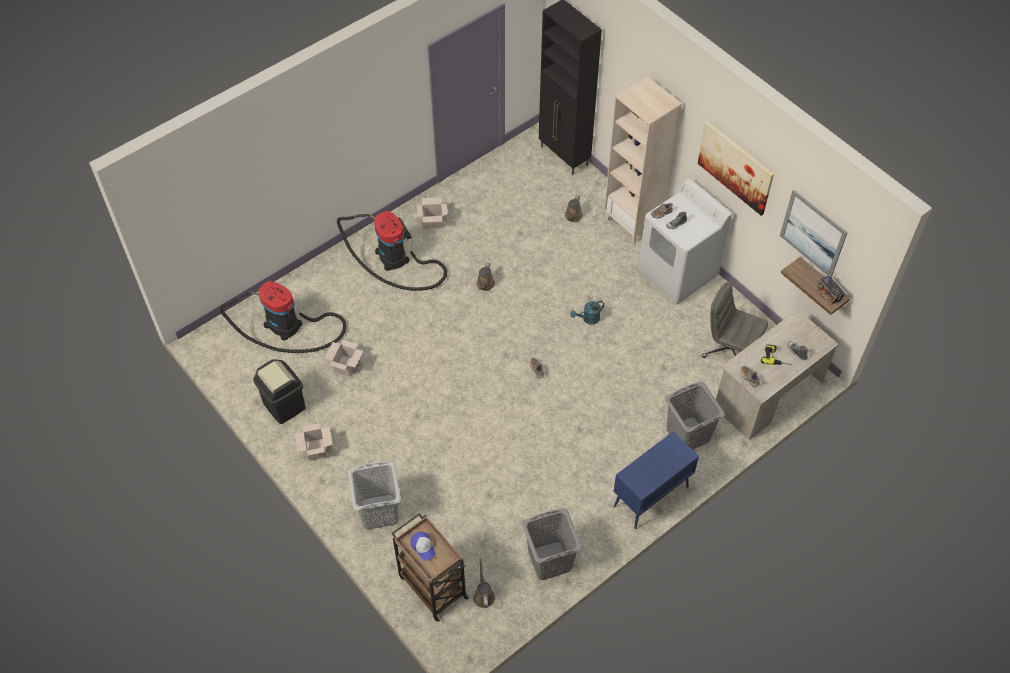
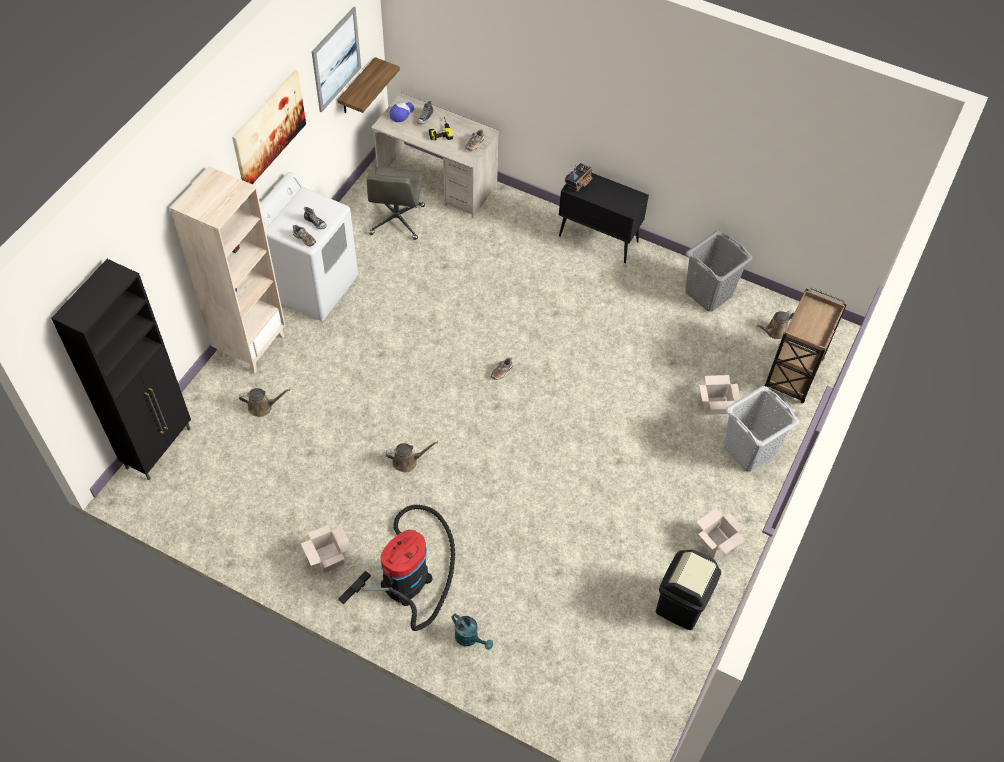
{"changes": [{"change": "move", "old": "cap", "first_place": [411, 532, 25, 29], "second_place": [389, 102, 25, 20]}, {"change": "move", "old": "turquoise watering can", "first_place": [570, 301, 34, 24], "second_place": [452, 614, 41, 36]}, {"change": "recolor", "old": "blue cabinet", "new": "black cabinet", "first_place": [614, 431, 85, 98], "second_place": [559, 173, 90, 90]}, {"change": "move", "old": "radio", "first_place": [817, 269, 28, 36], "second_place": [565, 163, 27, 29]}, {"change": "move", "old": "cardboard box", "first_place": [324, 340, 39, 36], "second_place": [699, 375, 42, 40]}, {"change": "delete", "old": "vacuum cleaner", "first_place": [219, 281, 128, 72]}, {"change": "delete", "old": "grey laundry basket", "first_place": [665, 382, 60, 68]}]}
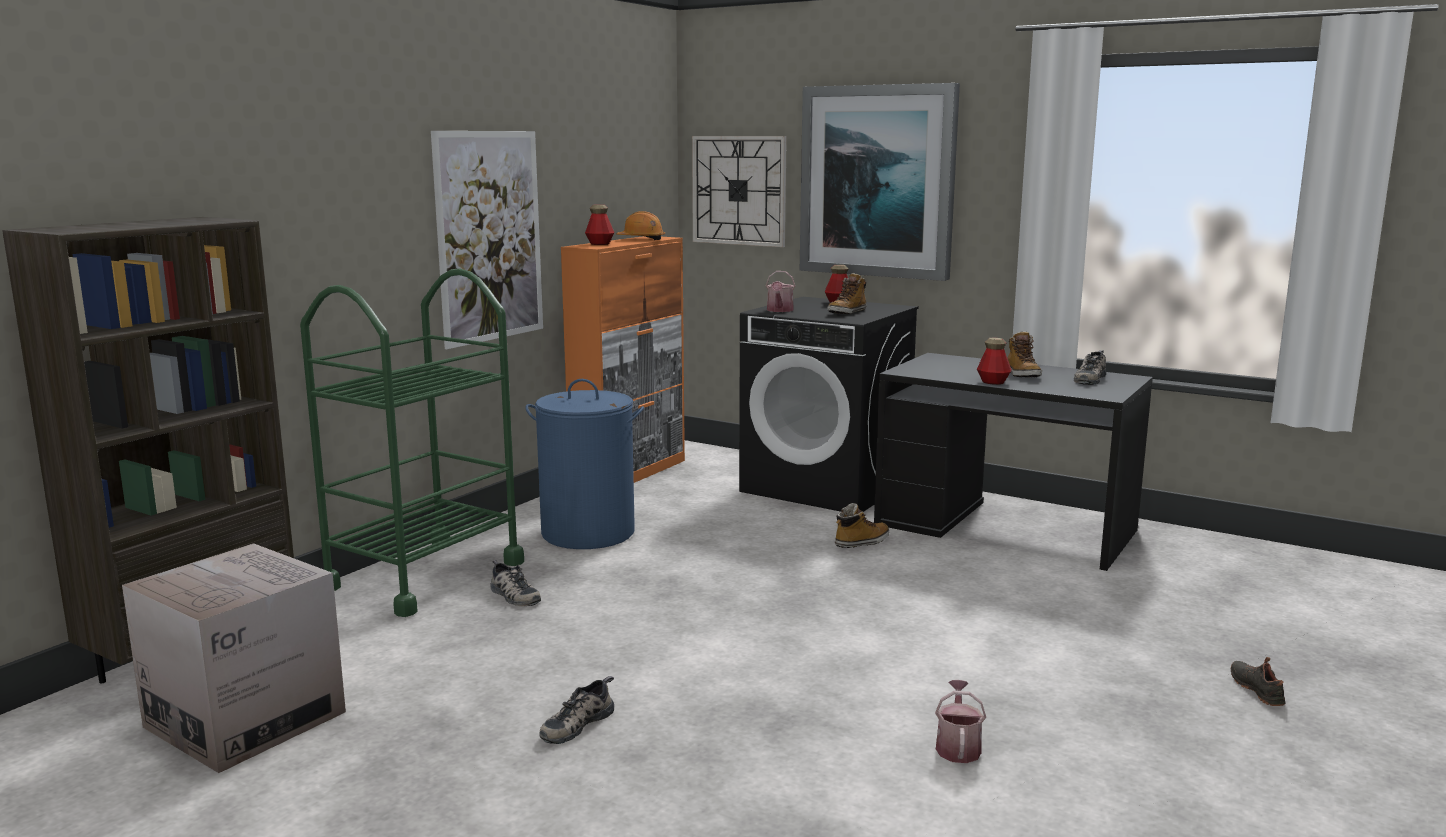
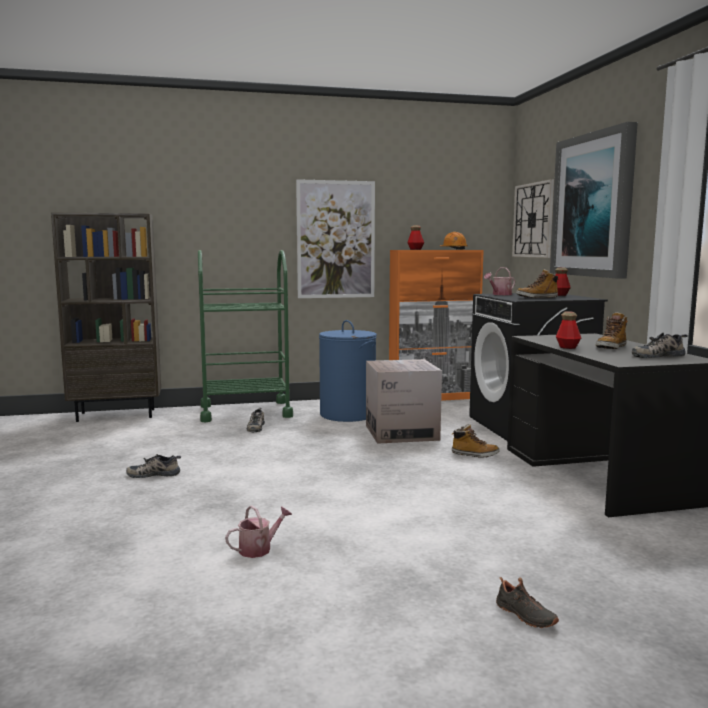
{"changes": [{"change": "move", "old": "cardboard box", "first_place": [122, 543, 224, 230], "second_place": [366, 359, 76, 85]}, {"change": "rotate", "old": "black shoe", "first_place": [1231, 657, 55, 49], "second_place": [496, 577, 63, 51], "degrees": 105}]}
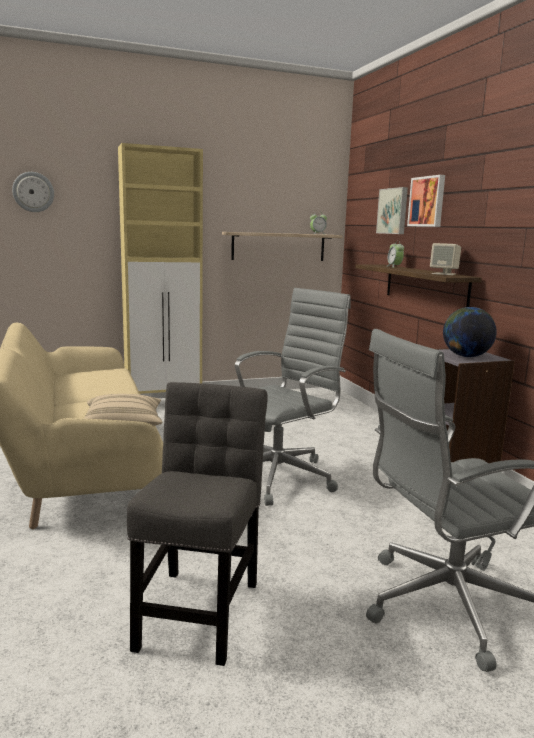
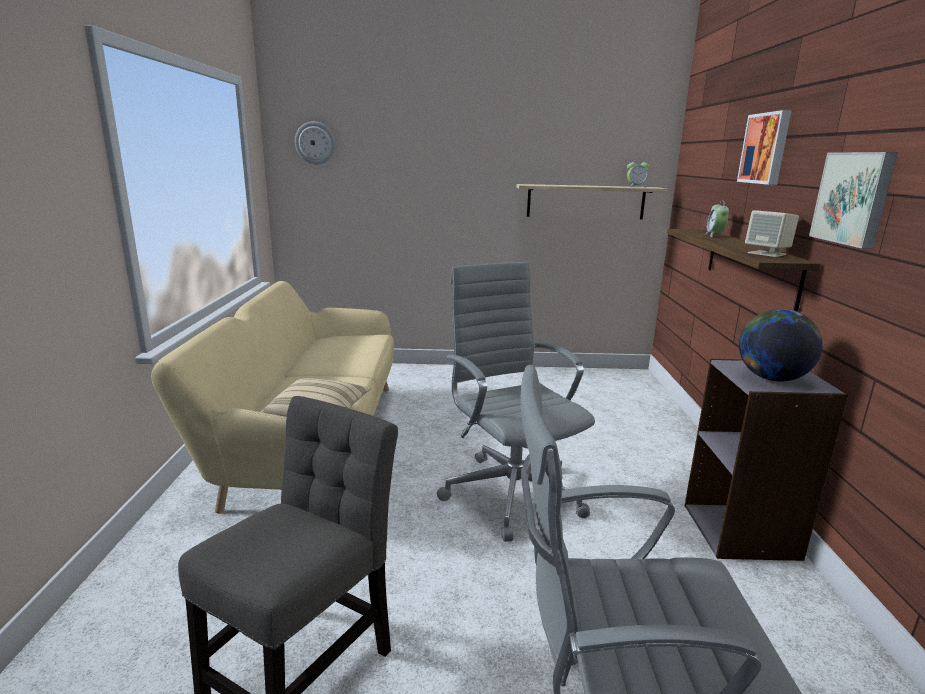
{"changes": [{"change": "rotate", "old": "grey office chair", "first_place": [235, 288, 116, 218], "second_place": [437, 262, 158, 280], "degrees": -90}, {"change": "move", "old": "picture", "first_place": [376, 187, 32, 47], "second_place": [809, 152, 89, 97]}, {"change": "delete", "old": "beige cabinet", "first_place": [118, 143, 85, 251]}]}
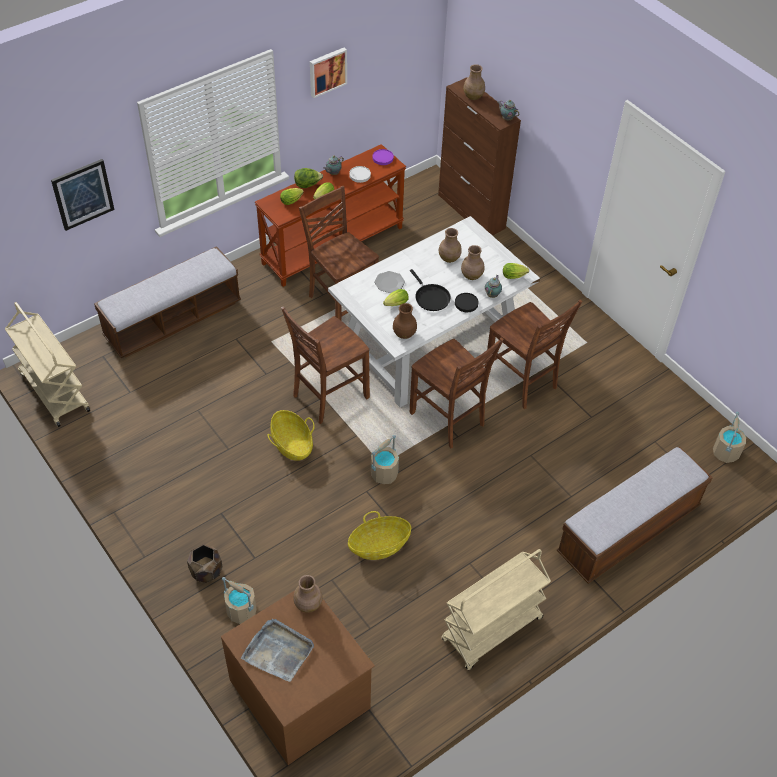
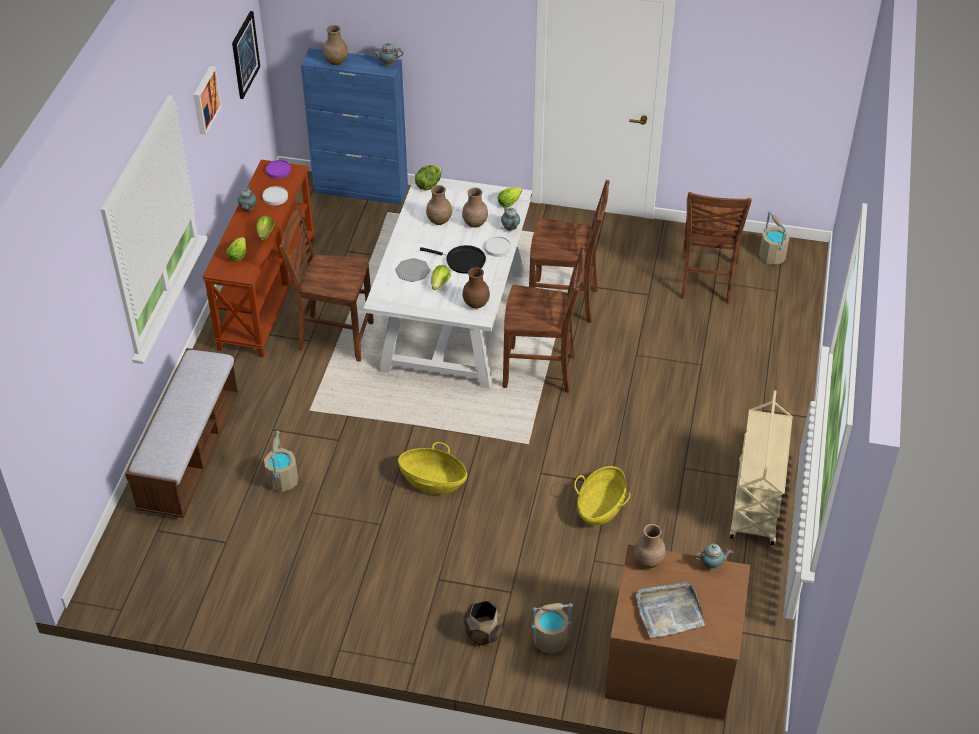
{"changes": [{"change": "move", "old": "picture", "first_place": [51, 159, 63, 72], "second_place": [232, 11, 28, 88]}, {"change": "move", "old": "beige bucket", "first_place": [371, 435, 28, 49], "second_place": [264, 431, 34, 61]}, {"change": "recolor", "old": "brown cabinet", "new": "blue cabinet", "first_place": [438, 77, 83, 159], "second_place": [301, 48, 107, 157]}, {"change": "move", "old": "lettuce", "first_place": [294, 168, 29, 20], "second_place": [415, 165, 26, 25]}, {"change": "recolor", "old": "black plate", "new": "white plate", "first_place": [455, 293, 24, 19], "second_place": [485, 236, 26, 21]}, {"change": "move", "old": "brown chair", "first_place": [281, 306, 89, 118], "second_place": [681, 192, 71, 112]}, {"change": "insert", "new": "teapot", "second_place": [694, 544, 39, 26]}, {"change": "delete", "old": "beige cart", "first_place": [5, 302, 85, 125]}, {"change": "delete", "old": "bench", "first_place": [557, 447, 156, 137]}]}
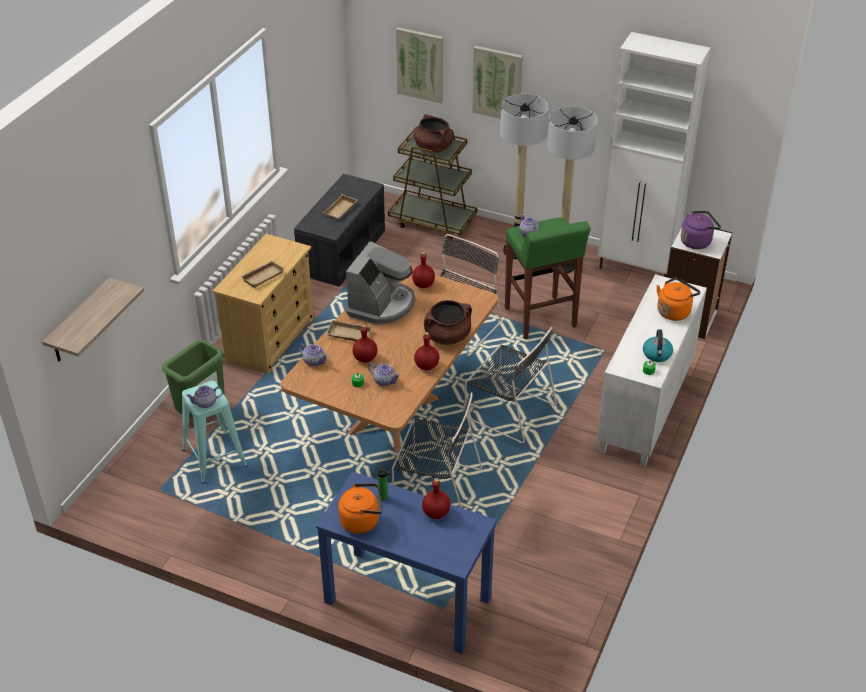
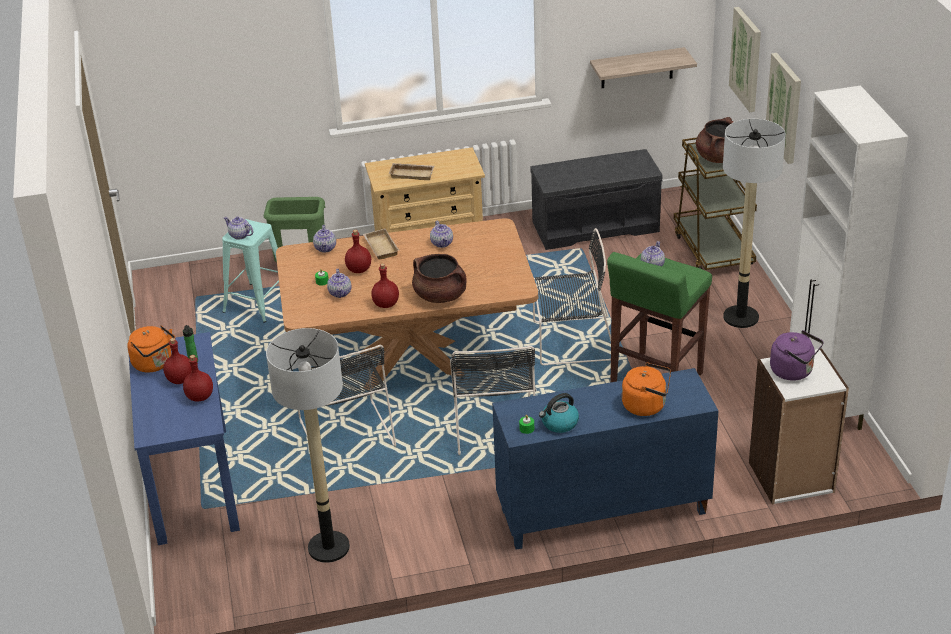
{"changes": [{"change": "move", "old": "red bottle", "first_place": [412, 252, 23, 36], "second_place": [163, 338, 29, 46]}, {"change": "move", "old": "floor lamp", "first_place": [547, 107, 51, 167], "second_place": [266, 328, 84, 235]}, {"change": "replace", "old": "coffee machine", "new": "teapot", "first_place": [345, 241, 70, 83], "second_place": [430, 220, 23, 28]}, {"change": "recolor", "old": "white cabinet", "new": "blue cabinet", "first_place": [597, 274, 110, 192], "second_place": [492, 368, 227, 182]}, {"change": "move", "old": "shelf", "first_place": [42, 277, 102, 84], "second_place": [590, 47, 107, 41]}, {"change": "delete", "old": "beige tray", "first_place": [323, 194, 34, 26]}]}
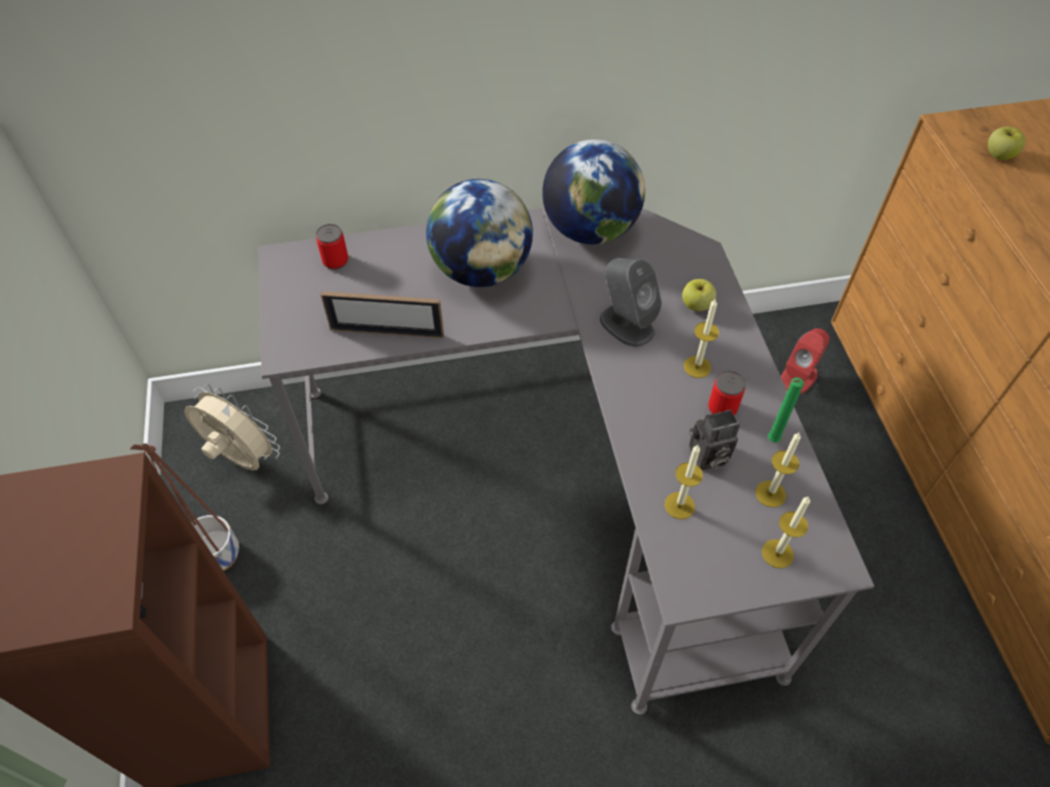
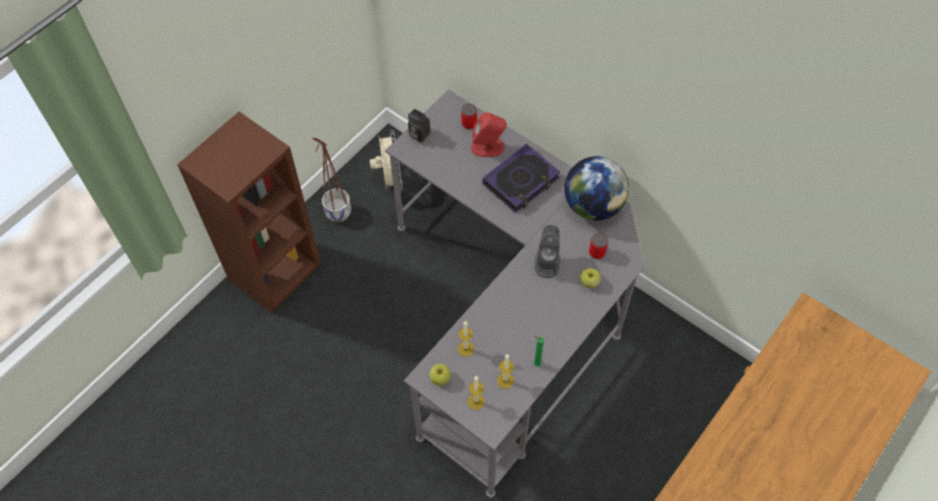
{"changes": [{"change": "move", "old": "photo camera", "first_place": [689, 410, 51, 60], "second_place": [408, 108, 22, 35]}, {"change": "move", "old": "apple", "first_place": [988, 126, 37, 34], "second_place": [429, 364, 22, 22]}, {"change": "move", "old": "red speaker", "first_place": [781, 328, 48, 66], "second_place": [471, 112, 36, 45]}, {"change": "replace", "old": "globe", "new": "book", "first_place": [426, 179, 107, 108], "second_place": [482, 144, 78, 69]}, {"change": "move", "old": "can", "first_place": [708, 371, 38, 44], "second_place": [589, 233, 19, 26]}, {"change": "delete", "old": "picture frame", "first_place": [321, 291, 123, 47]}, {"change": "delete", "old": "candle", "first_place": [684, 298, 35, 80]}]}
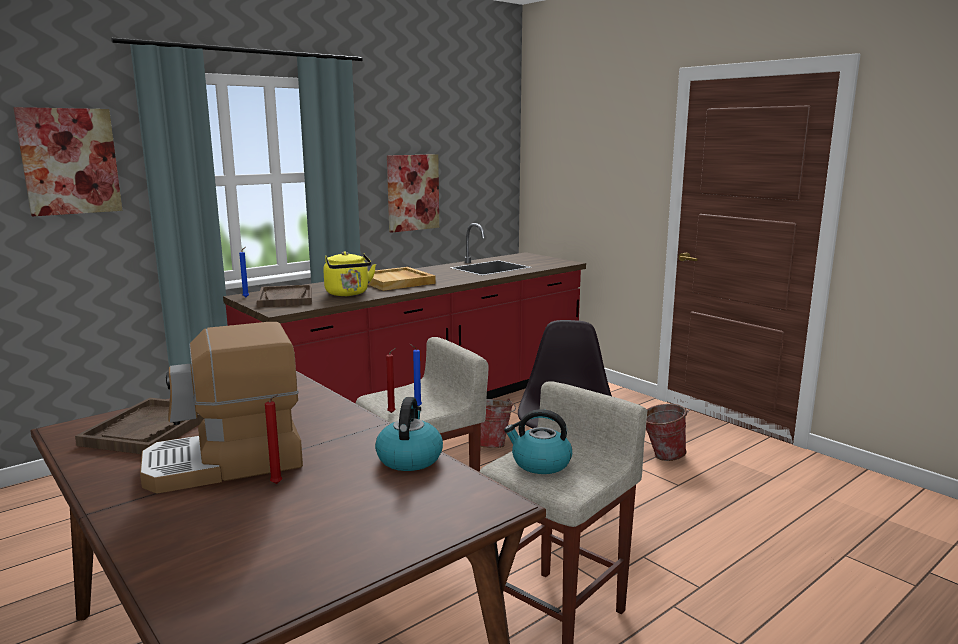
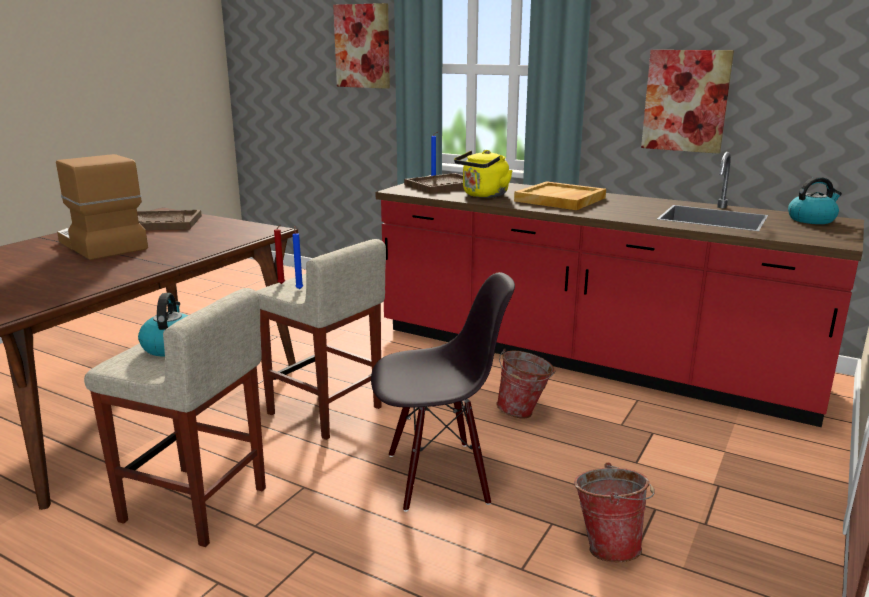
{"changes": [{"change": "move", "old": "kettle", "first_place": [375, 397, 68, 74], "second_place": [788, 177, 54, 47]}, {"change": "delete", "old": "red candle", "first_place": [265, 395, 17, 89]}]}
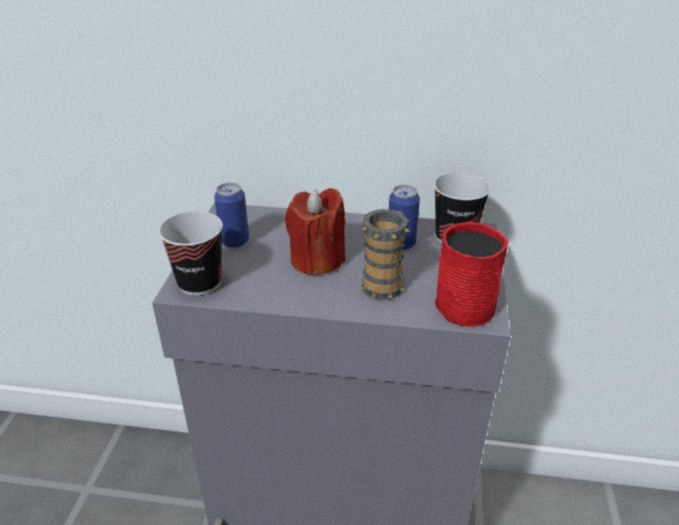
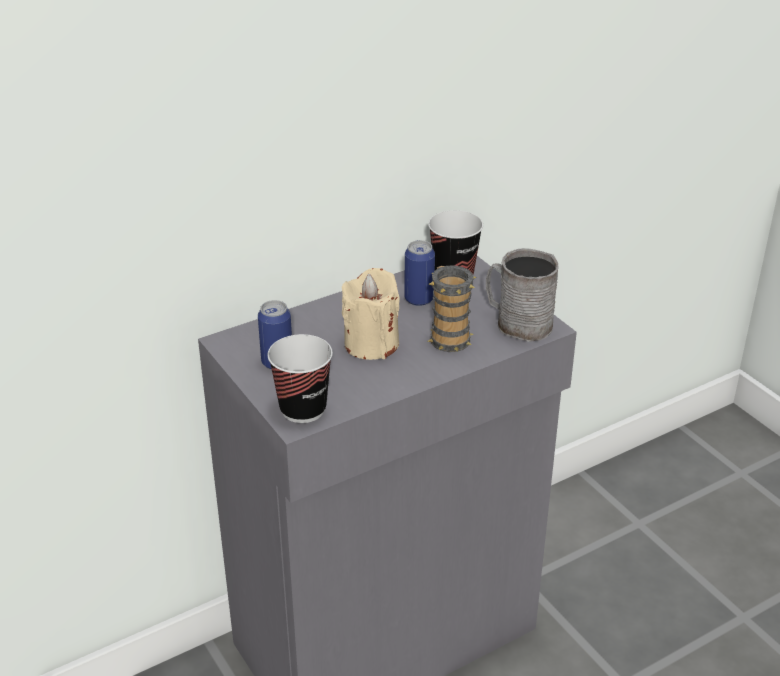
{"changes": [{"change": "recolor", "old": "red candle", "new": "beige candle", "first_place": [285, 188, 61, 88], "second_place": [342, 268, 58, 92]}, {"change": "recolor", "old": "red mug", "new": "grey mug", "first_place": [435, 222, 74, 105], "second_place": [486, 248, 73, 94]}]}
